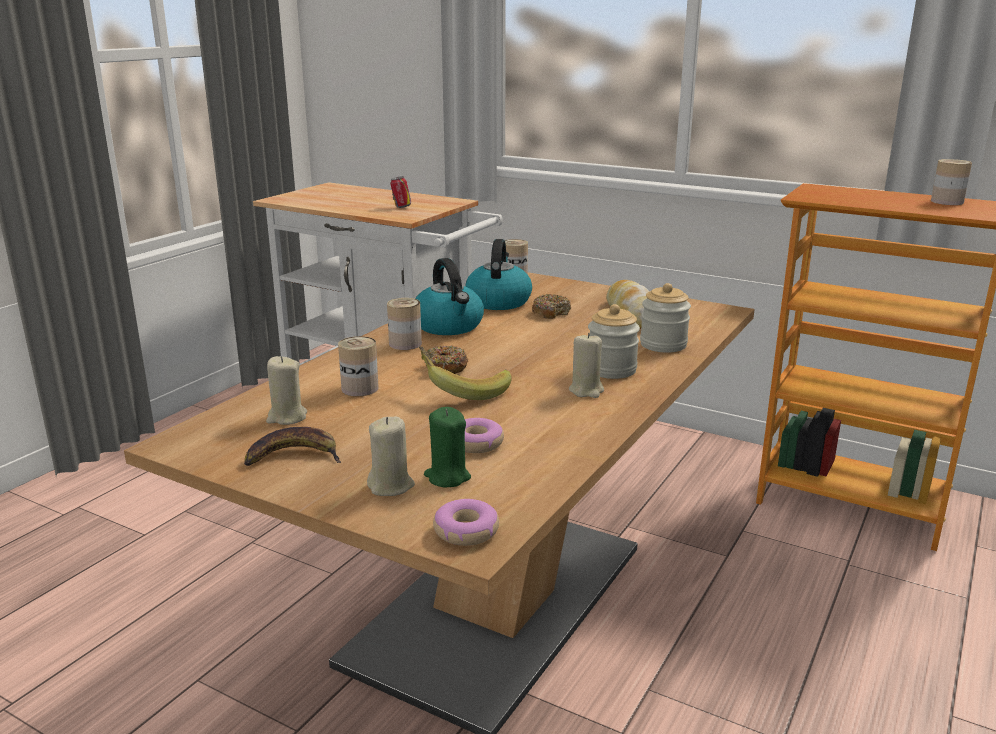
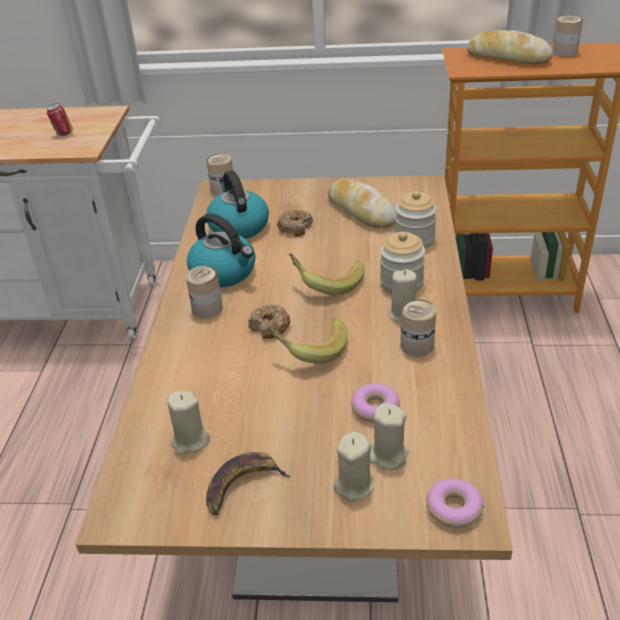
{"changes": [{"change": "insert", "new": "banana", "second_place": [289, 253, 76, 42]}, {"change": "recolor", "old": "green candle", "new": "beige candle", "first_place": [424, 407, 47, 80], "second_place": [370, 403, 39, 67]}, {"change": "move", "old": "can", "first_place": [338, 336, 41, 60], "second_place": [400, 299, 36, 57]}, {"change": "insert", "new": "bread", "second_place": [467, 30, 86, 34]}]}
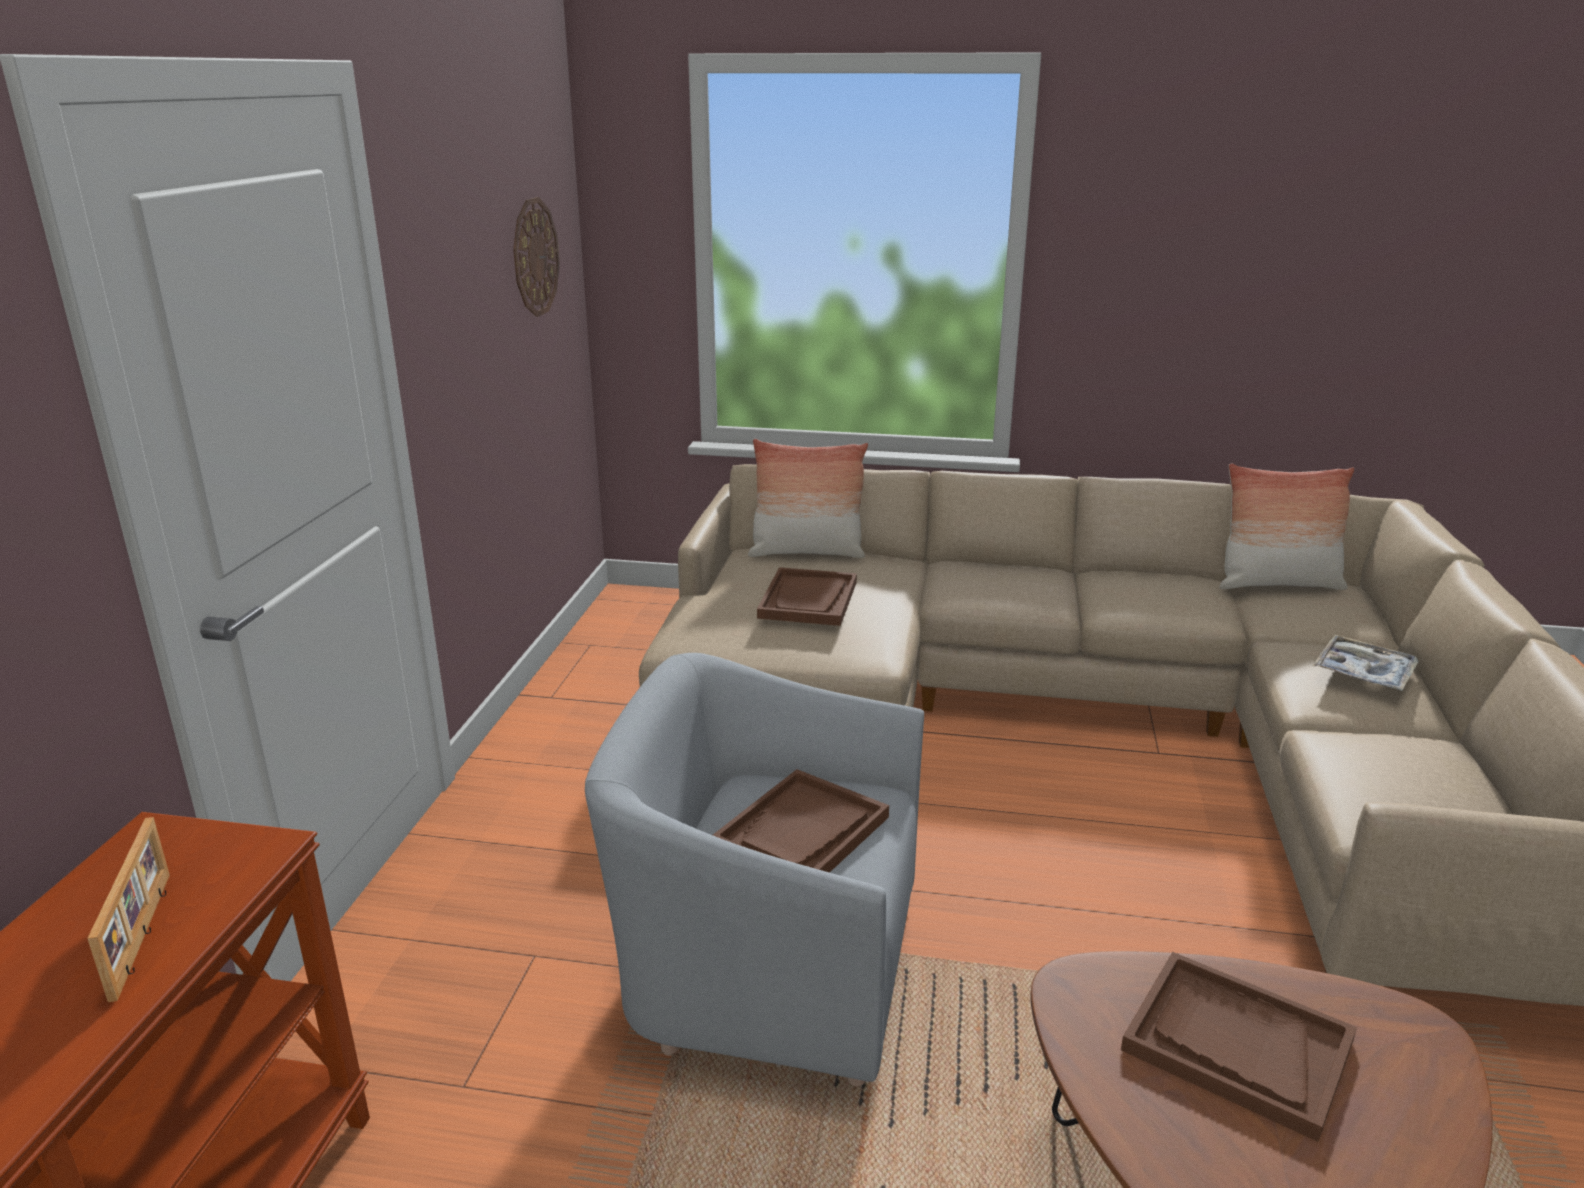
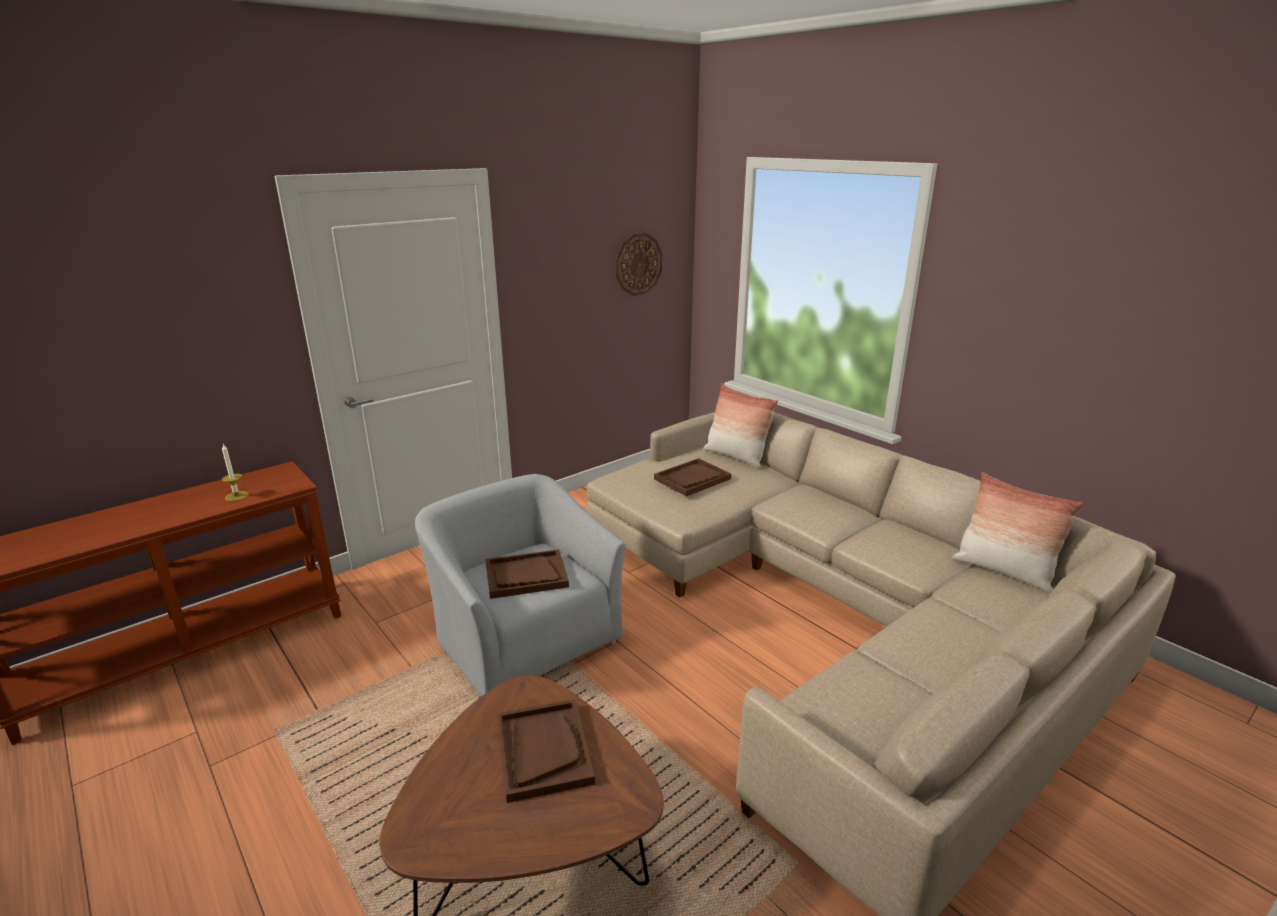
{"changes": [{"change": "replace", "old": "picture frame", "new": "candle", "first_place": [87, 817, 83, 185], "second_place": [222, 444, 27, 57]}, {"change": "delete", "old": "tray", "first_place": [1313, 635, 106, 56]}]}
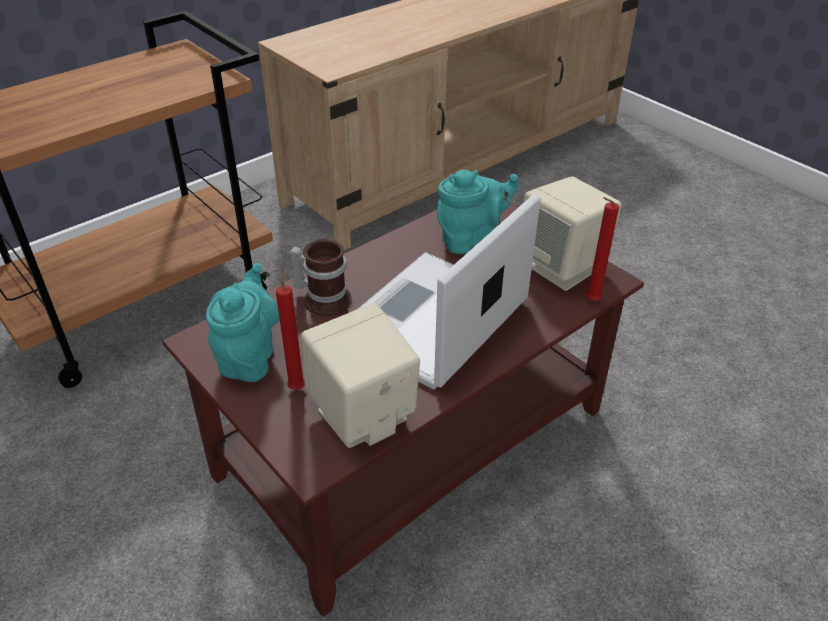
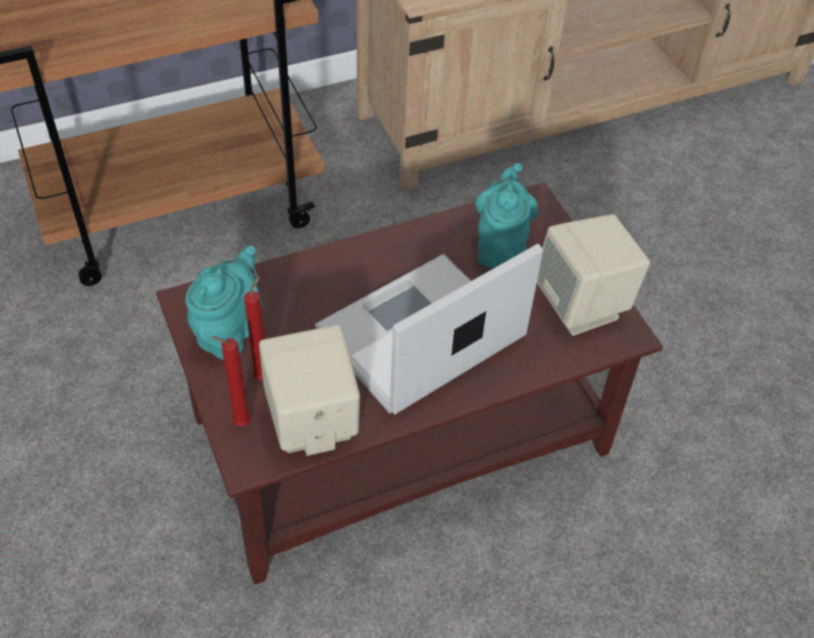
{"changes": [{"change": "move", "old": "red candle", "first_place": [586, 197, 33, 104], "second_place": [211, 336, 40, 91]}, {"change": "rotate", "old": "turquoise teapot", "first_place": [437, 170, 82, 84], "second_place": [475, 163, 64, 105], "degrees": -75}, {"change": "delete", "old": "mug", "first_place": [289, 238, 63, 78]}]}
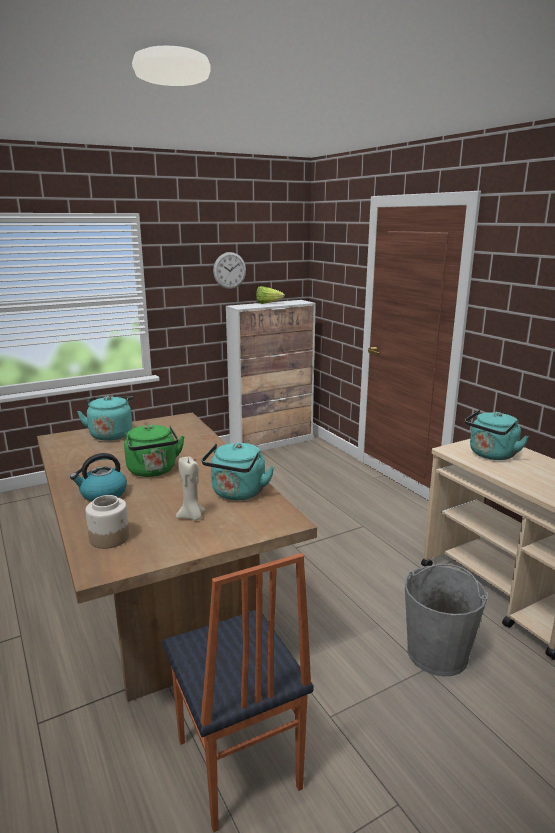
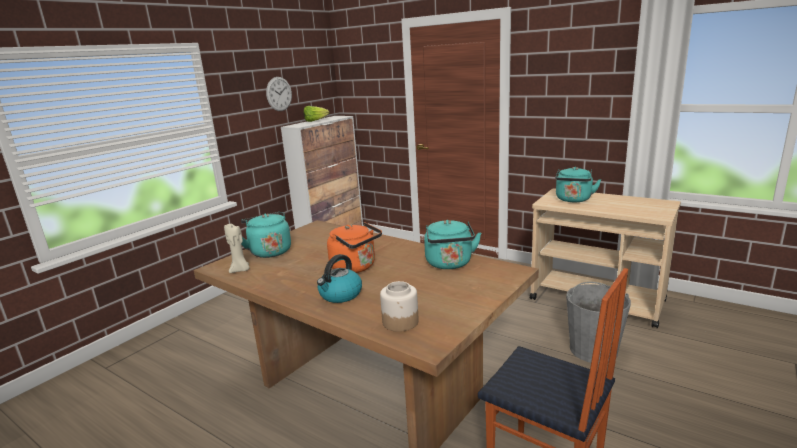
{"changes": [{"change": "move", "old": "beige candle", "first_place": [176, 456, 30, 64], "second_place": [224, 222, 25, 51]}, {"change": "recolor", "old": "green kettle", "new": "orange kettle", "first_place": [124, 425, 61, 52], "second_place": [327, 222, 55, 51]}]}
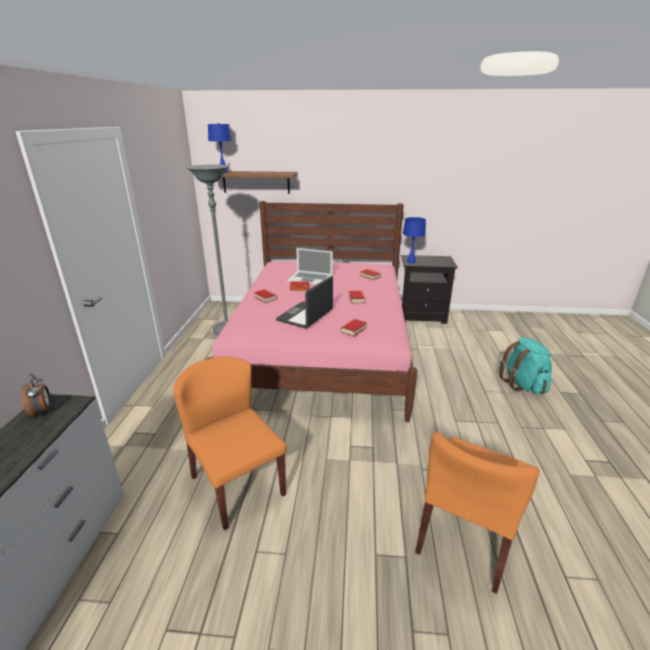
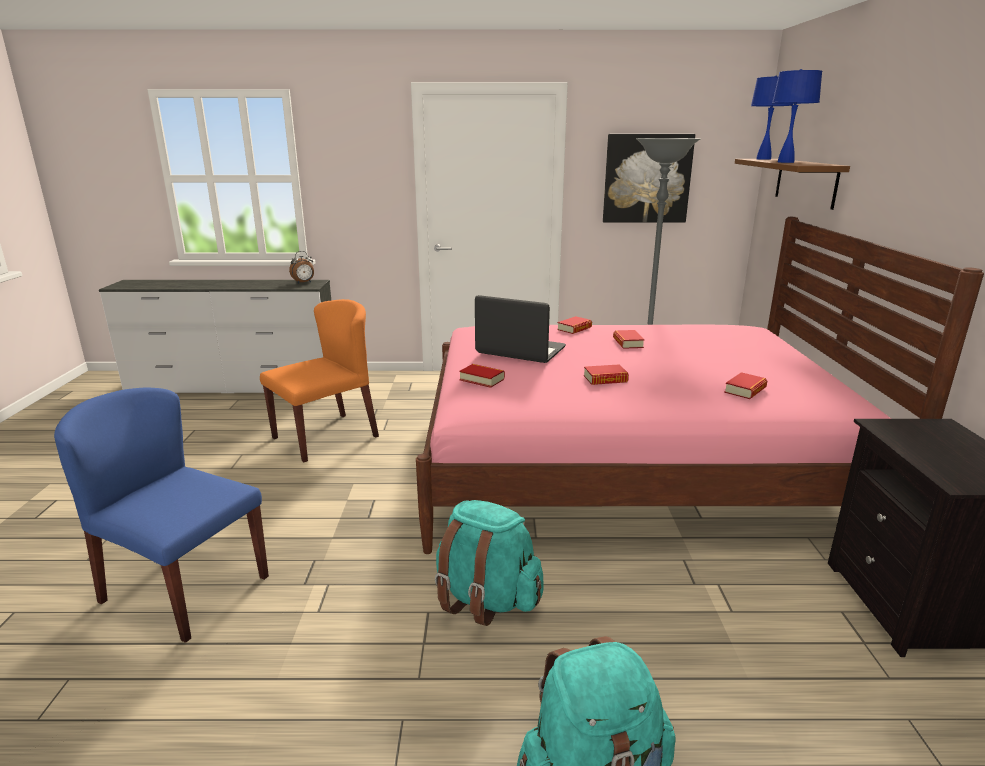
{"changes": [{"change": "recolor", "old": "orange chair", "new": "blue chair", "first_place": [415, 431, 125, 163], "second_place": [54, 388, 215, 255]}, {"change": "insert", "new": "turquoise backpack", "second_place": [435, 500, 109, 126]}, {"change": "insert", "new": "picture", "second_place": [603, 134, 92, 89]}, {"change": "move", "old": "blue table lamp", "first_place": [403, 217, 23, 46], "second_place": [772, 69, 50, 94]}, {"change": "delete", "old": "laptop", "first_place": [287, 248, 46, 37]}]}
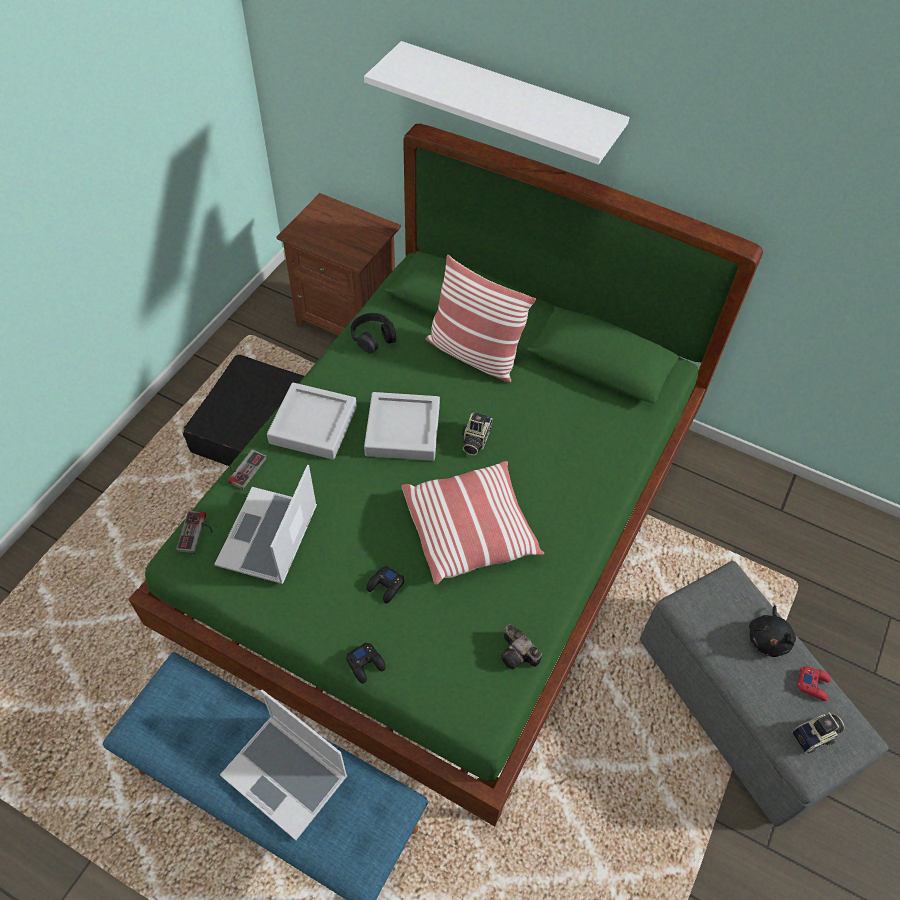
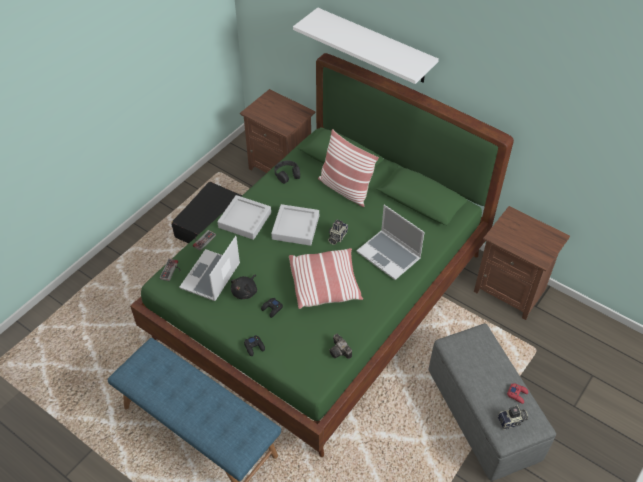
{"changes": [{"change": "move", "old": "black plush toy", "first_place": [749, 605, 47, 52], "second_place": [231, 275, 26, 24]}, {"change": "move", "old": "laptop", "first_place": [220, 690, 127, 150], "second_place": [356, 205, 68, 75]}, {"change": "insert", "new": "brown nightstand", "second_place": [474, 206, 96, 114]}]}
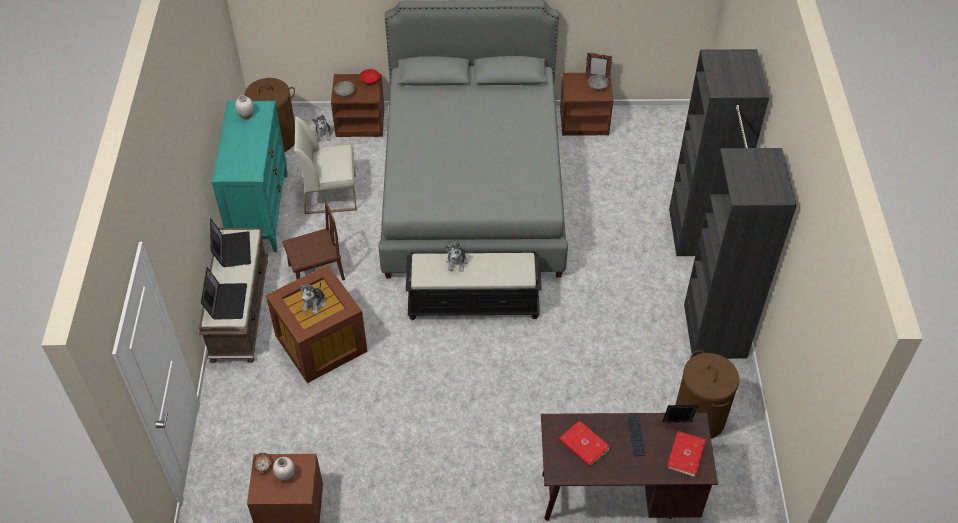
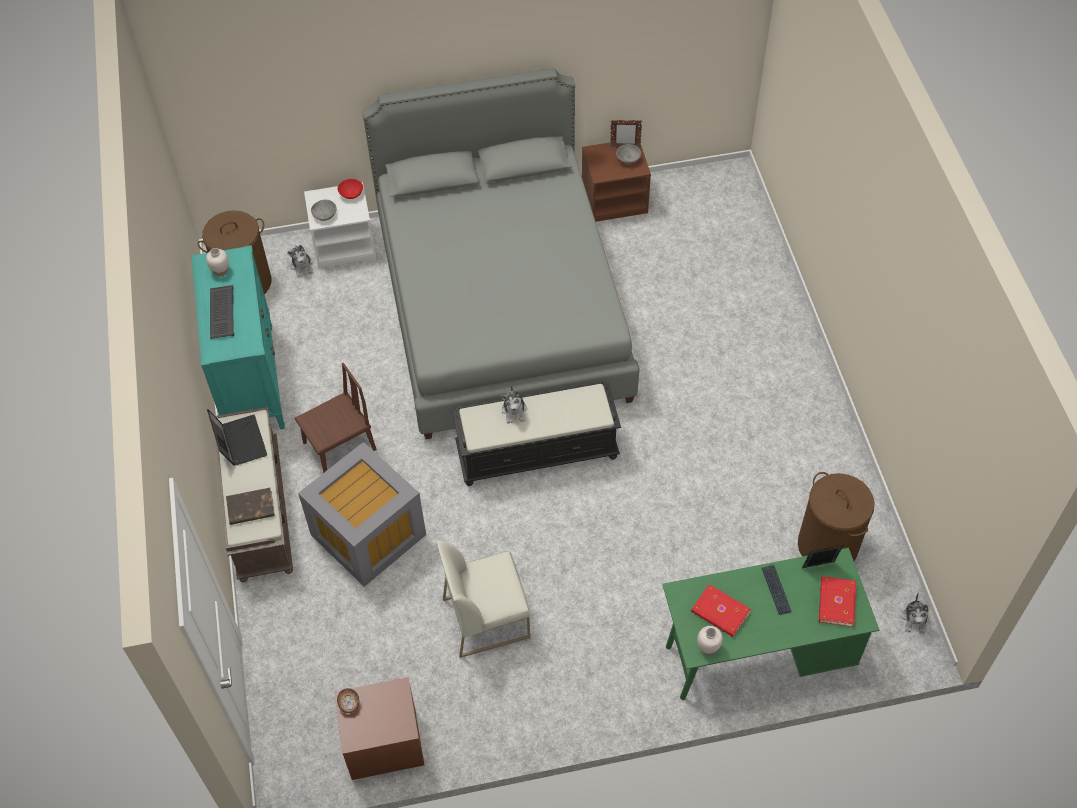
{"changes": [{"change": "insert", "new": "keyboard", "second_place": [210, 285, 24, 54]}, {"change": "replace", "old": "laptop", "new": "brown book", "first_place": [201, 267, 46, 52], "second_place": [226, 488, 49, 37]}, {"change": "recolor", "old": "brown storage box", "new": "grey storage box", "first_place": [266, 265, 102, 118], "second_place": [298, 442, 128, 145]}, {"change": "recolor", "old": "brown nightstand", "new": "white nightstand", "first_place": [331, 74, 53, 63], "second_place": [304, 182, 72, 86]}, {"change": "move", "old": "white chair", "first_place": [295, 116, 62, 98], "second_place": [436, 540, 94, 118]}, {"change": "recolor", "old": "brown desk", "new": "green desk", "first_place": [541, 413, 177, 108], "second_place": [662, 548, 217, 152]}, {"change": "move", "old": "white vase", "first_place": [273, 457, 21, 25], "second_place": [697, 626, 26, 29]}, {"change": "move", "old": "plush toy", "first_place": [299, 282, 27, 33], "second_place": [901, 593, 28, 41]}, {"change": "delete", "old": "black wardrobe", "first_place": [669, 49, 128, 310]}]}
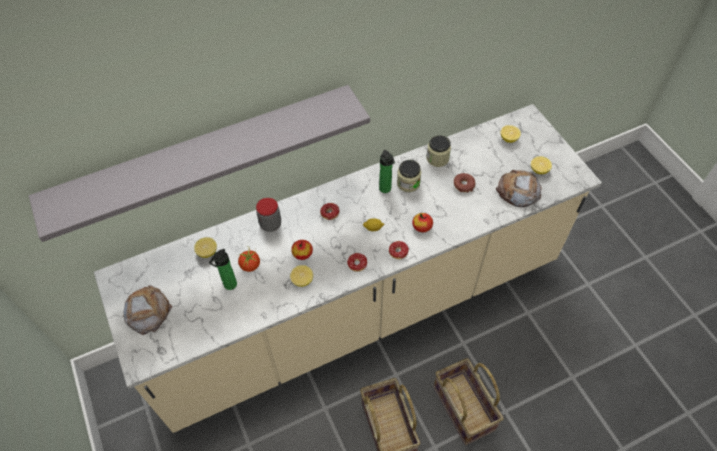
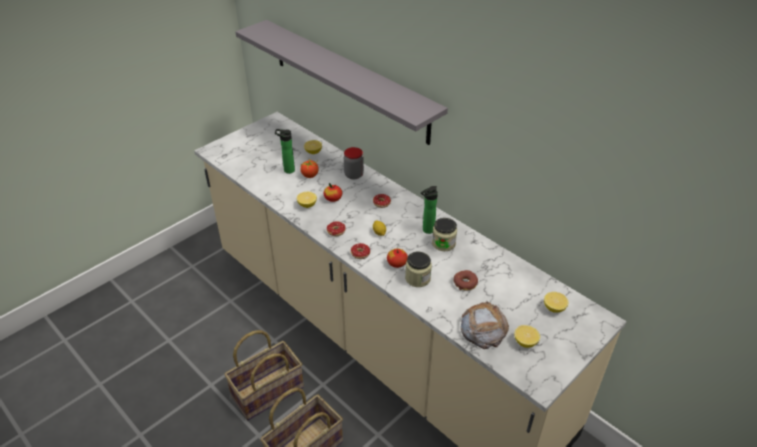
{"changes": [{"change": "move", "old": "jar", "first_place": [426, 135, 25, 32], "second_place": [405, 252, 27, 35]}, {"change": "delete", "old": "bread", "first_place": [123, 285, 49, 50]}]}
